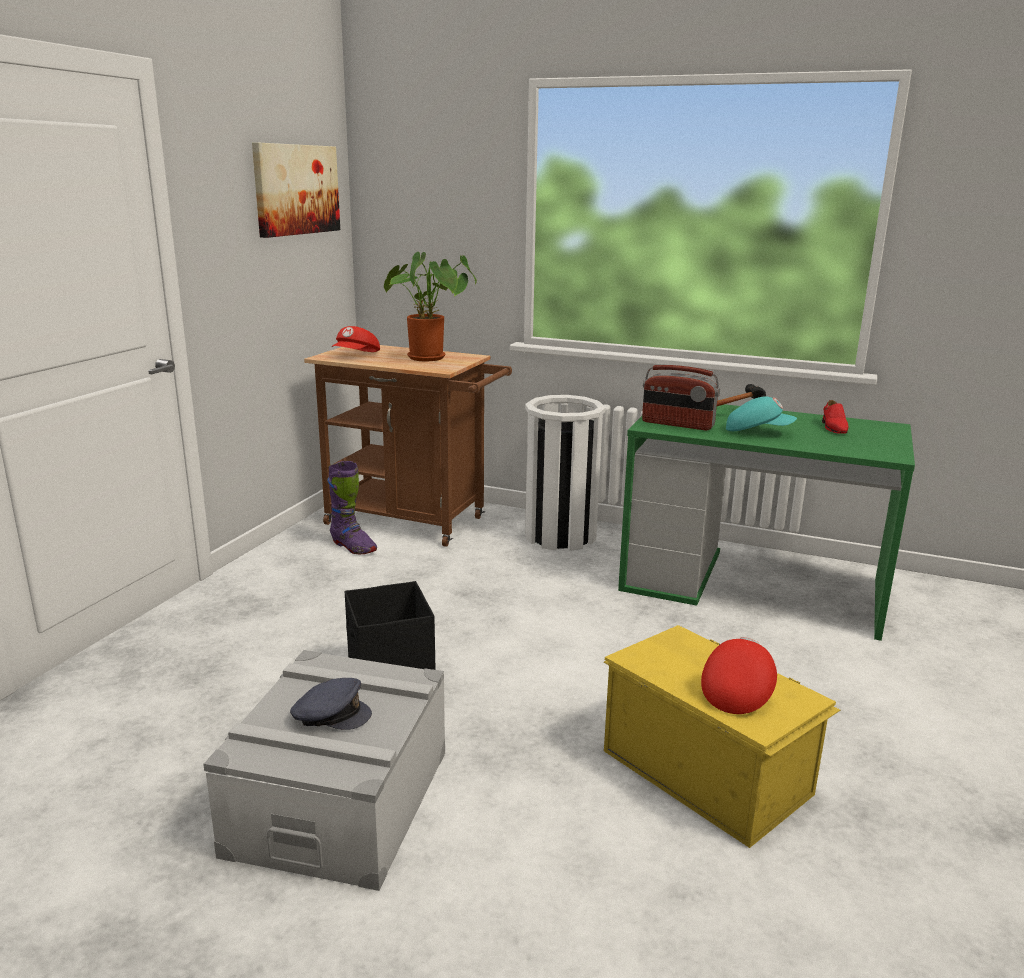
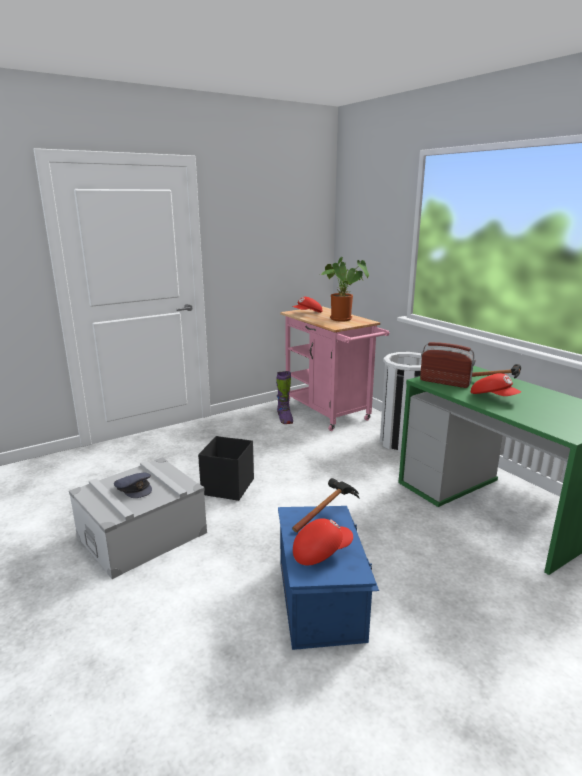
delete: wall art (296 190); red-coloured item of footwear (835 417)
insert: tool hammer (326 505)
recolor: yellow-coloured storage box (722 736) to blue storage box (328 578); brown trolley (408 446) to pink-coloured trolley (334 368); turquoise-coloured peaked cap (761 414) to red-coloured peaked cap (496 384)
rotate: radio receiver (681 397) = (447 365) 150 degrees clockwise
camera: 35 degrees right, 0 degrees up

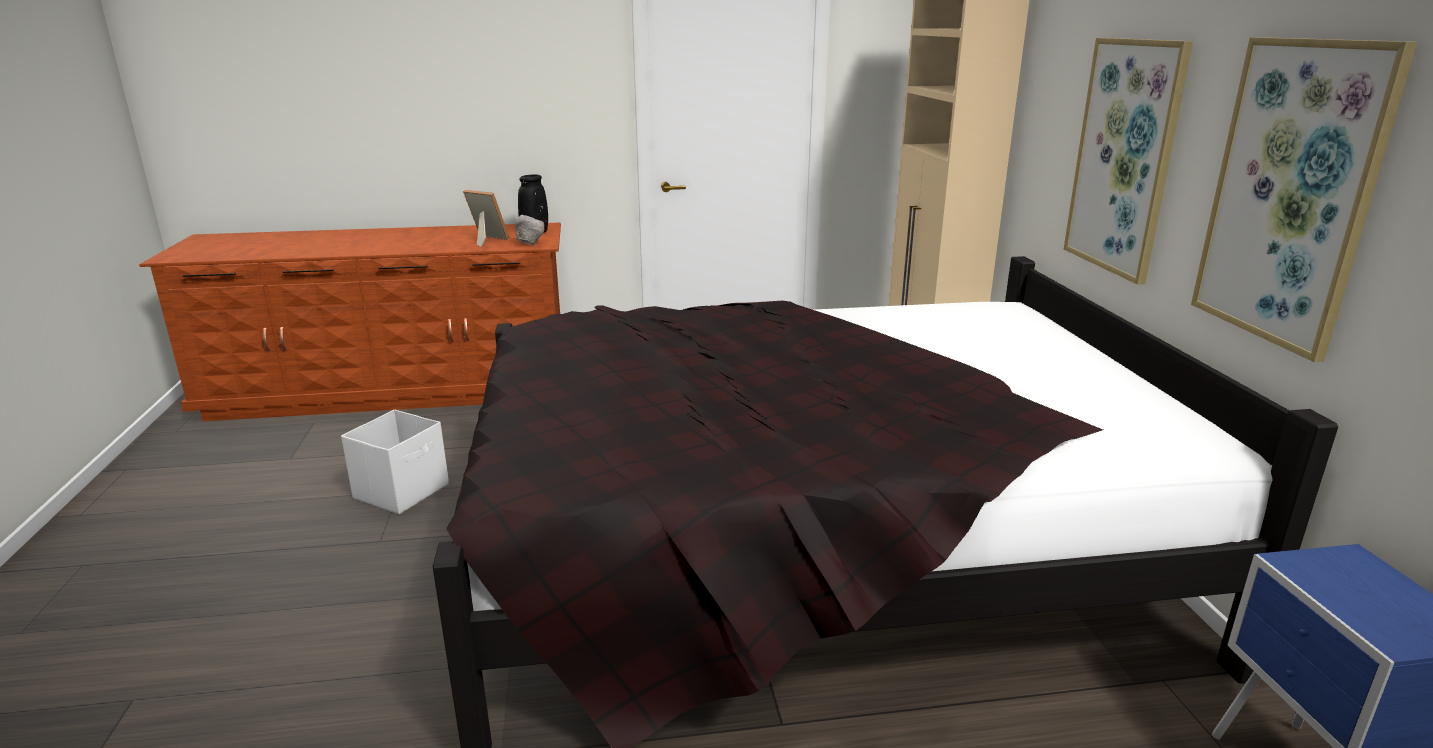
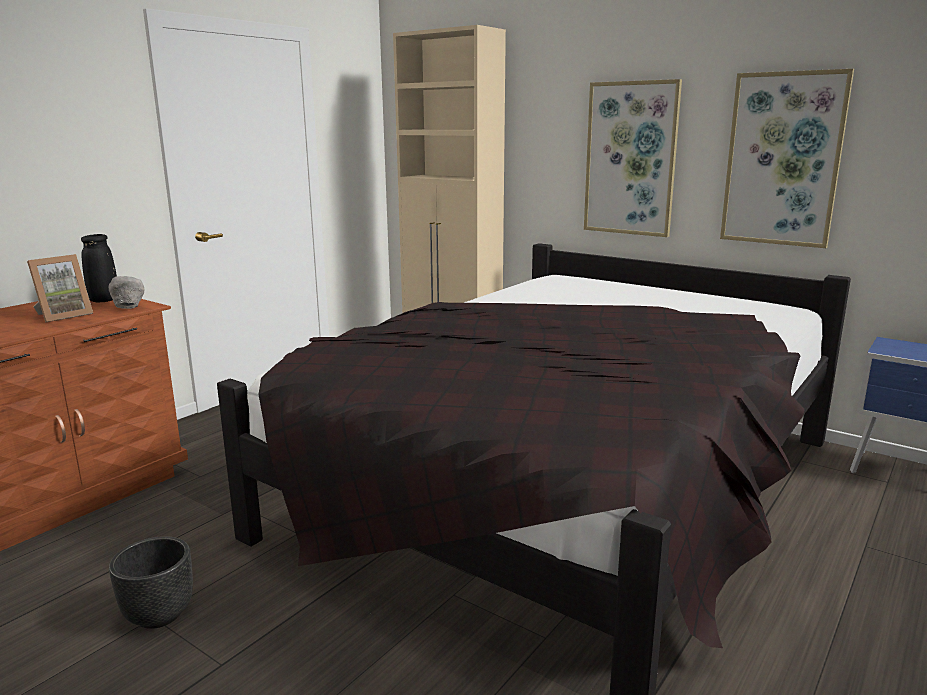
replace: white storage box (395 462) to black-coloured flower pot (151 582)
rotate: photo frame (486 218) = (60 288) 150 degrees clockwise
camera: 45 degrees left, 5 degrees down

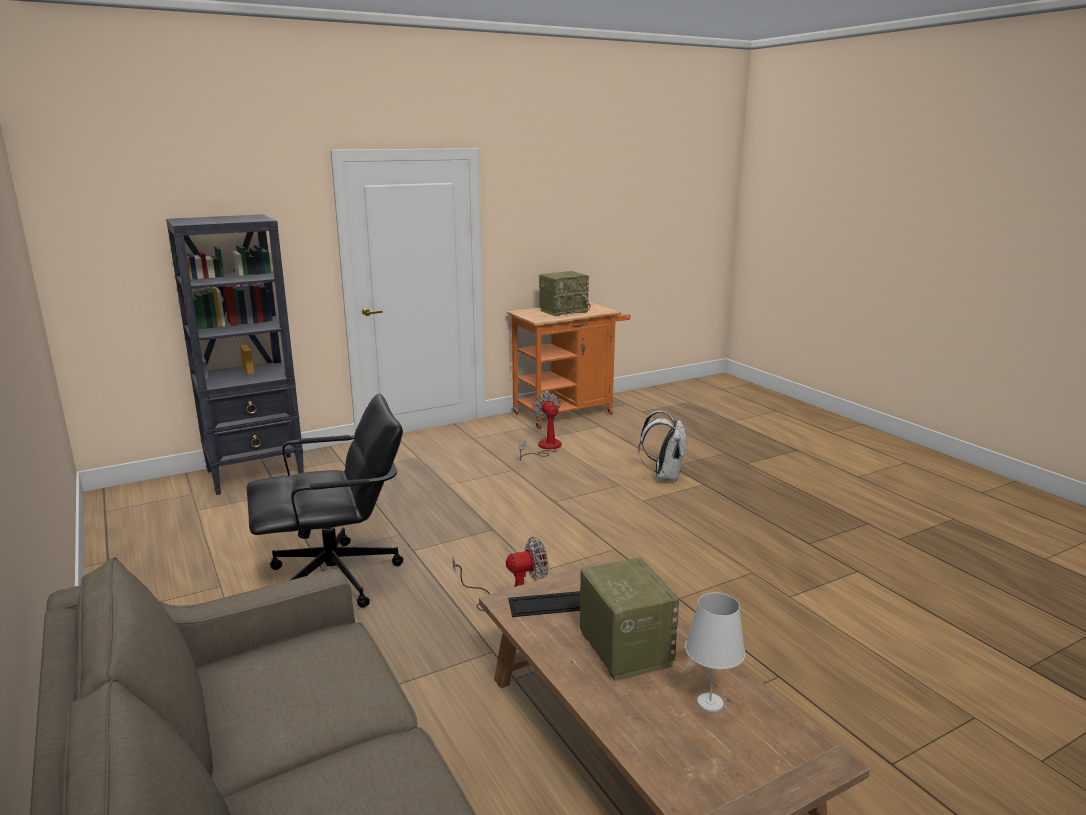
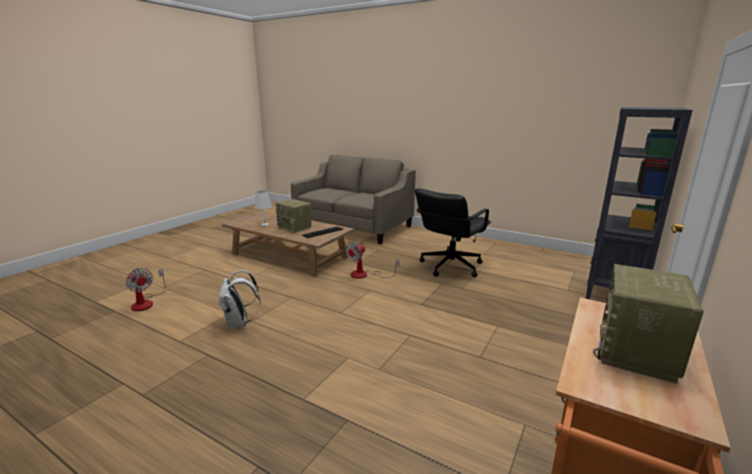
move: electric fan (540 426) to (146 289); white rucksack (662 446) to (240 299)
camera: 150 degrees right, 0 degrees up

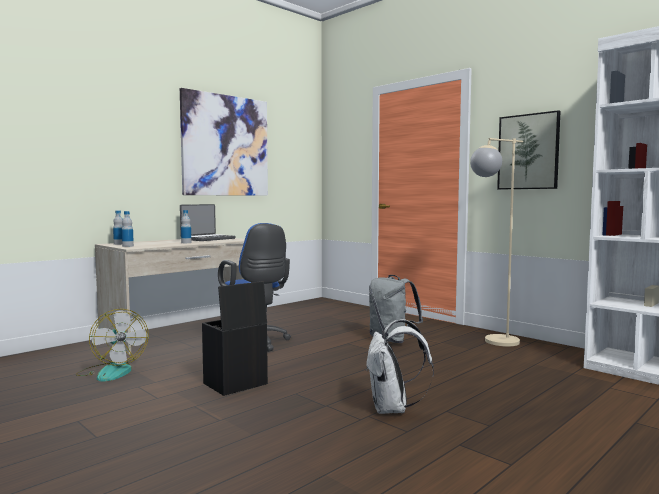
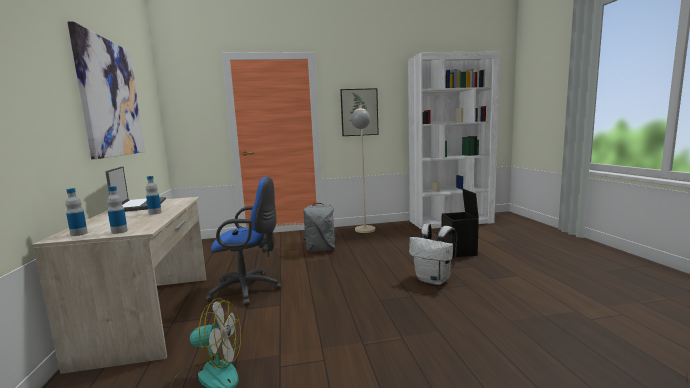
move: black-coloured storage box (235 338) to (460 223)
camera: 55 degrees left, 5 degrees up

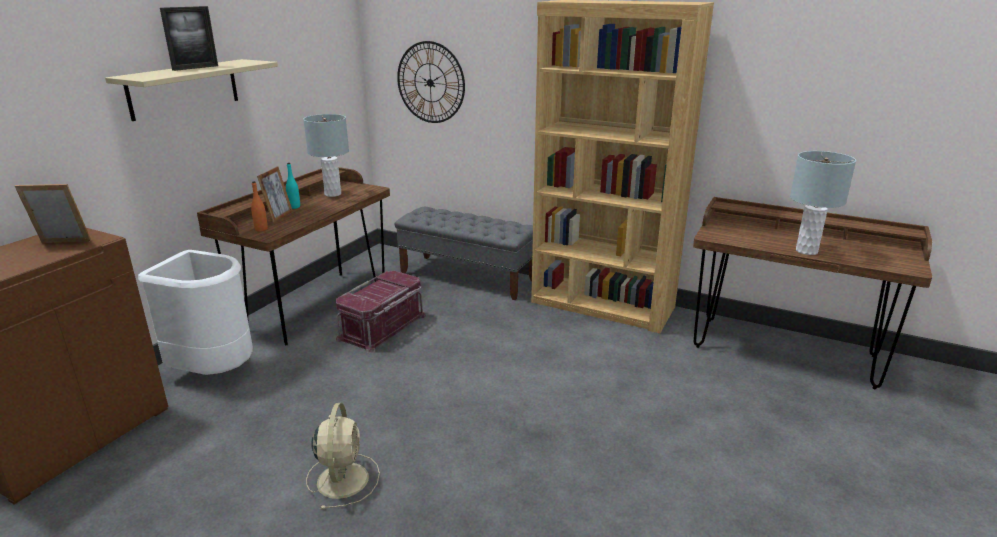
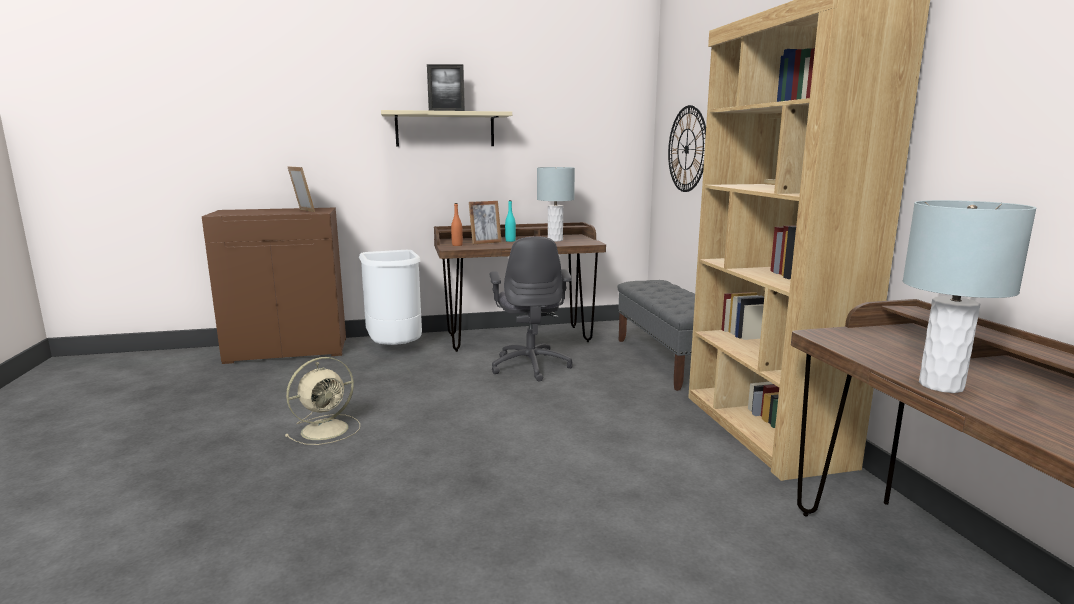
replace: red-coloured storage box (381 312) to gray office chair (531 309)
camera: 50 degrees right, 10 degrees down

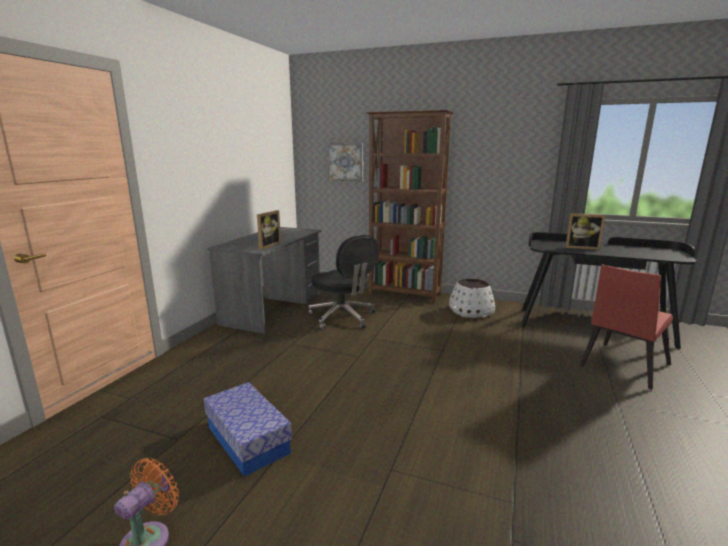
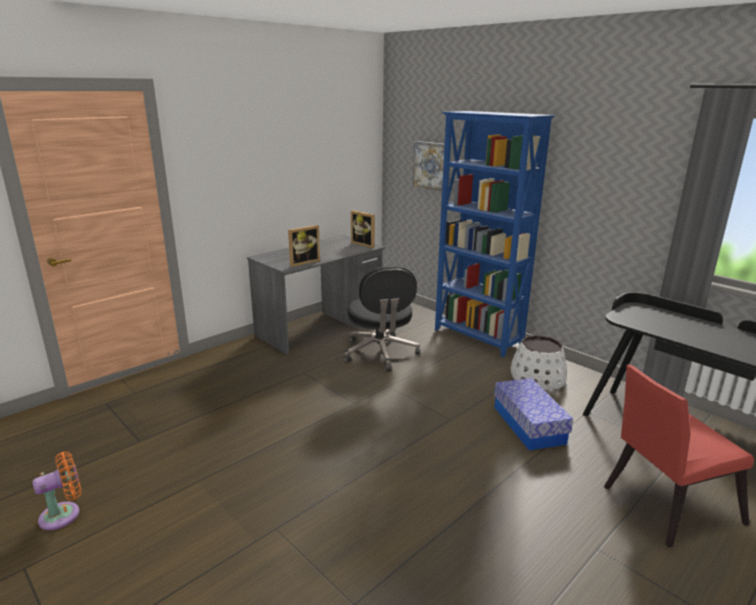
move: photo frame (585 231) to (363 229); storage box (248 429) to (533 414)
recolor: brown bookshelf (410 206) to blue bookshelf (495 234)
camera: 25 degrees right, 5 degrees up

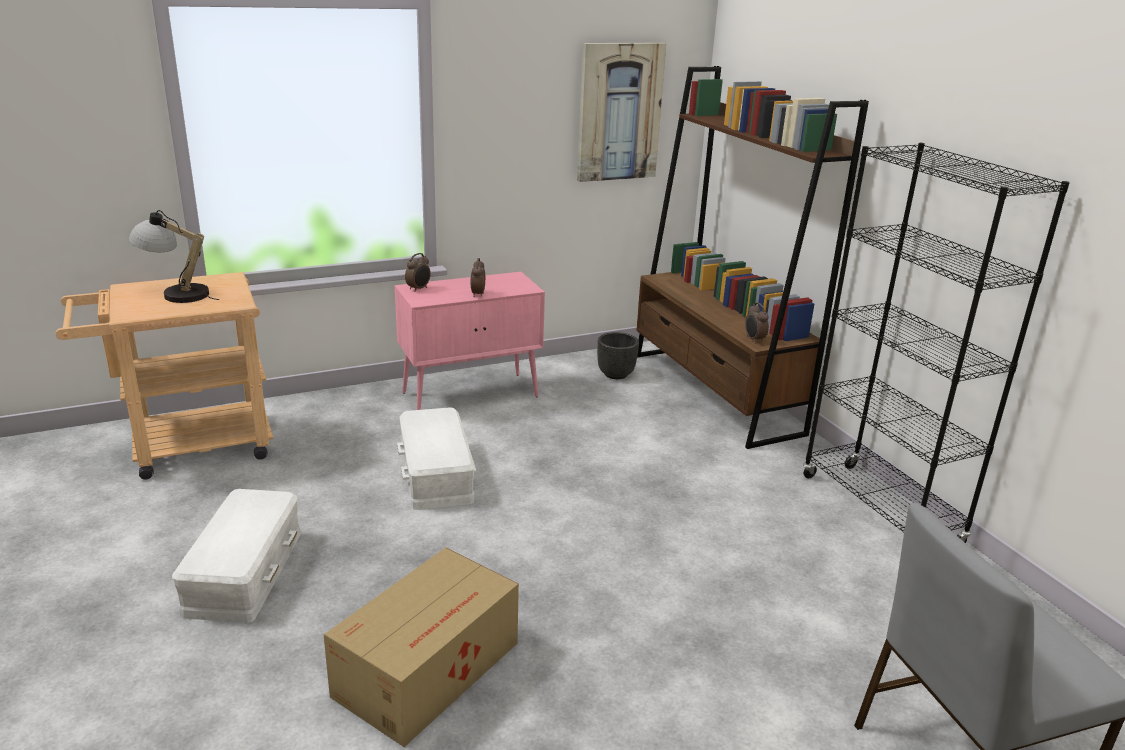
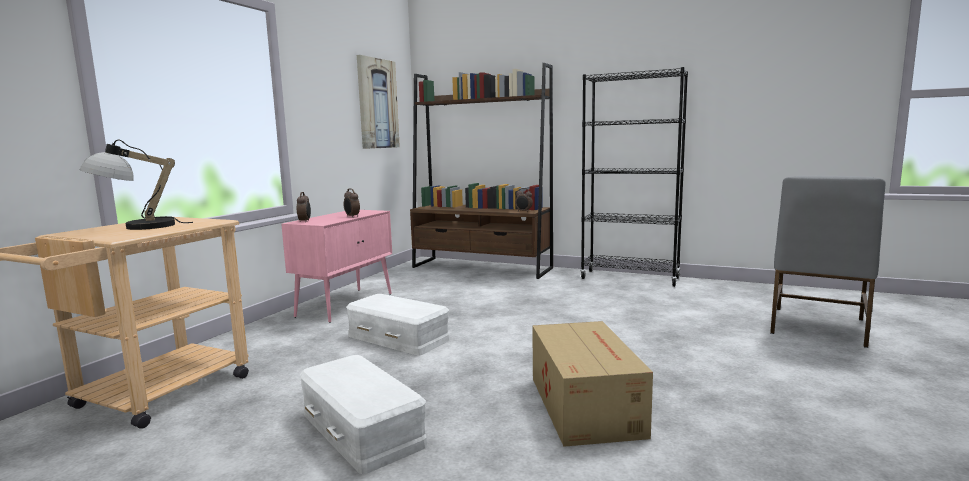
delete: black-coloured flower pot (618 355)
camera: 40 degrees left, 15 degrees down

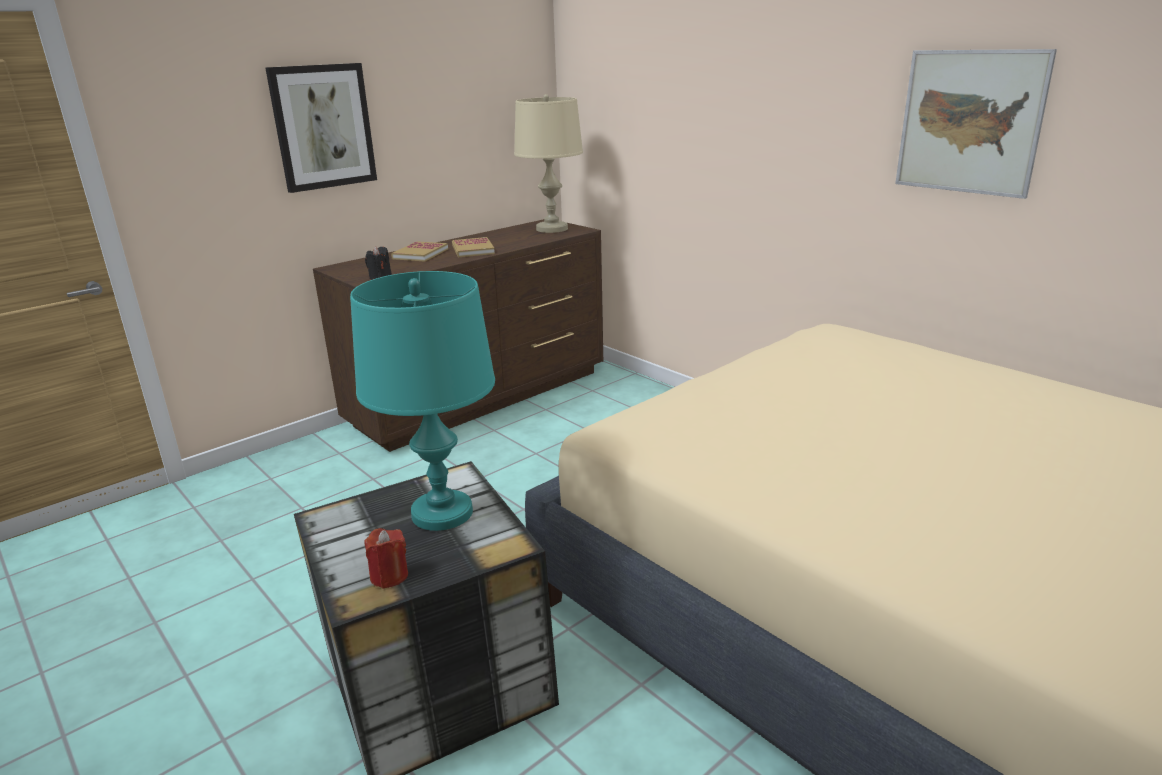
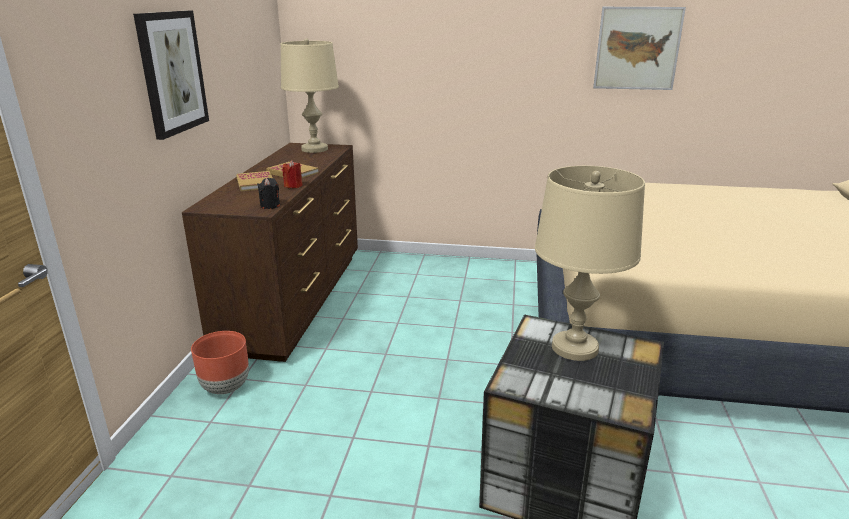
insert: brown flower pot (220 362)
move: red-coloured candle (386 558) to (292 174)
recolor: turquoise-coloured tabletop lamp (422 401) to beige-coloured tabletop lamp (590 263)
camera: 40 degrees left, 0 degrees up

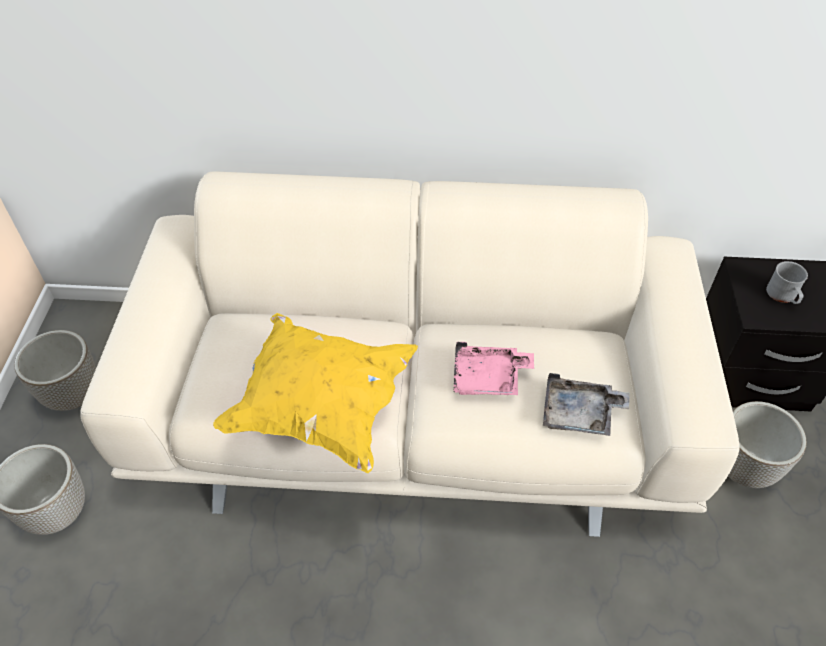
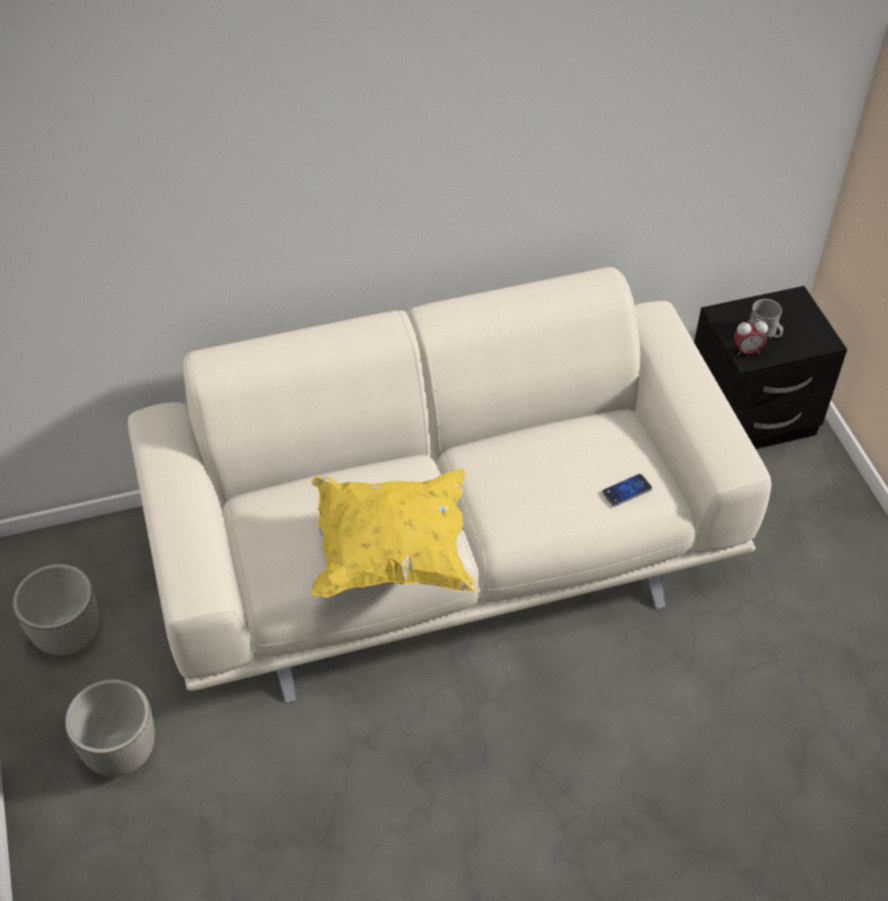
delete: pink-coloured carrying tray (493 368); flower pot (767 444)
insert: alarm clock (751 337)
replace: gray carrying tray (586 404) to telephone (627 490)
camera: 20 degrees left, 0 degrees up

